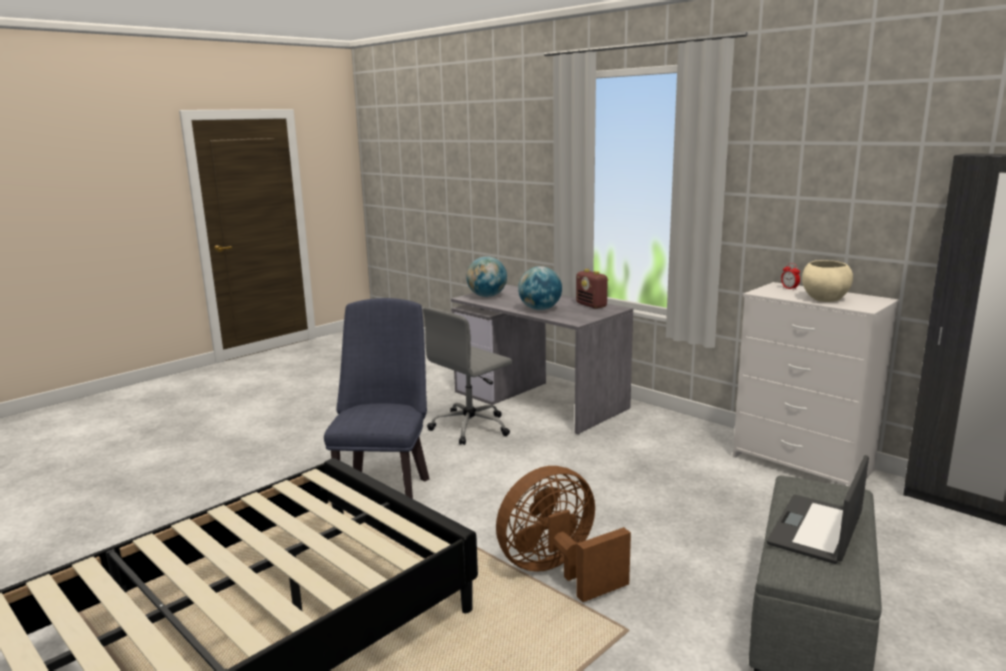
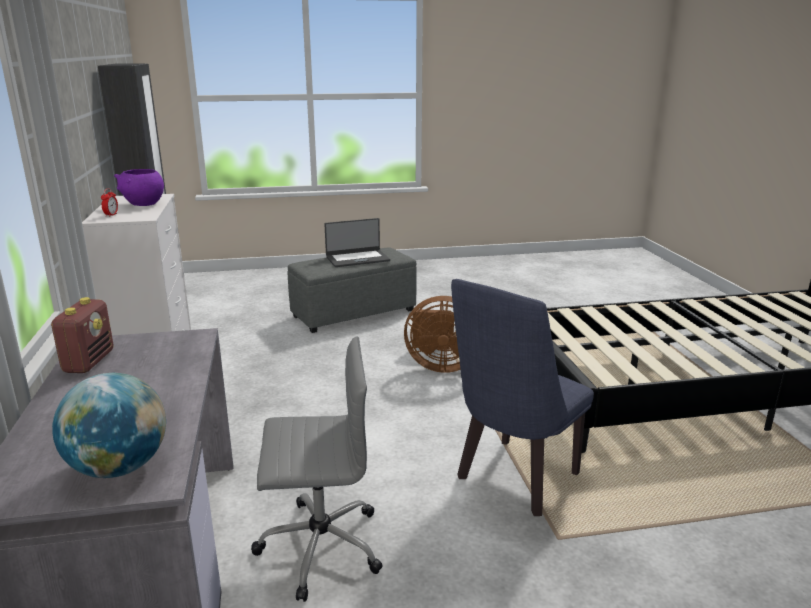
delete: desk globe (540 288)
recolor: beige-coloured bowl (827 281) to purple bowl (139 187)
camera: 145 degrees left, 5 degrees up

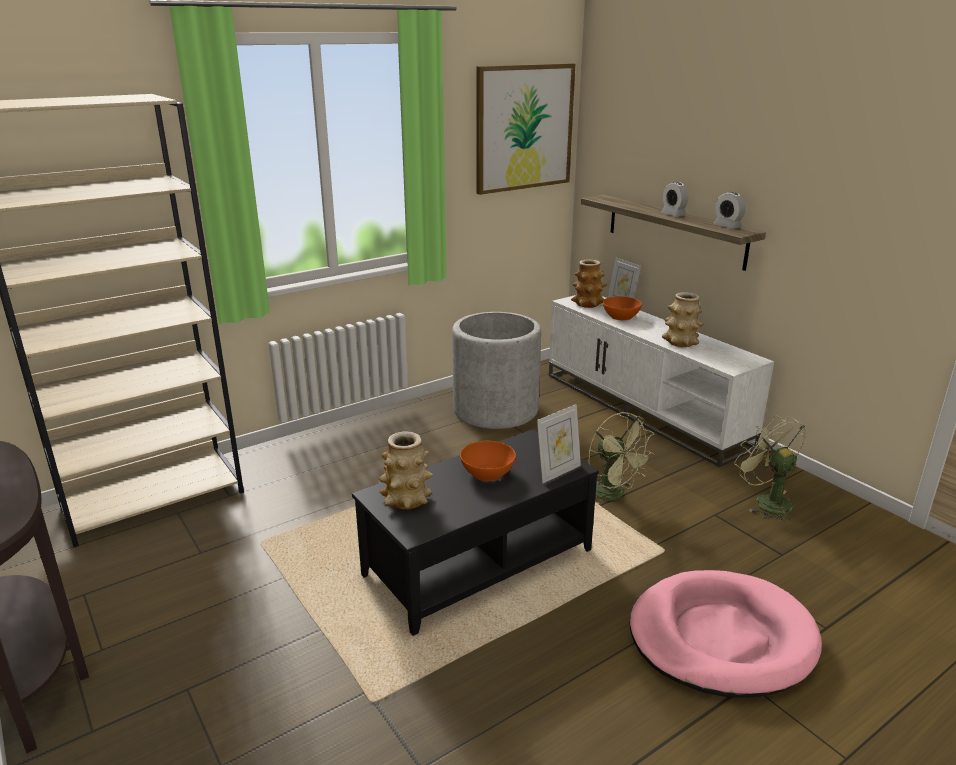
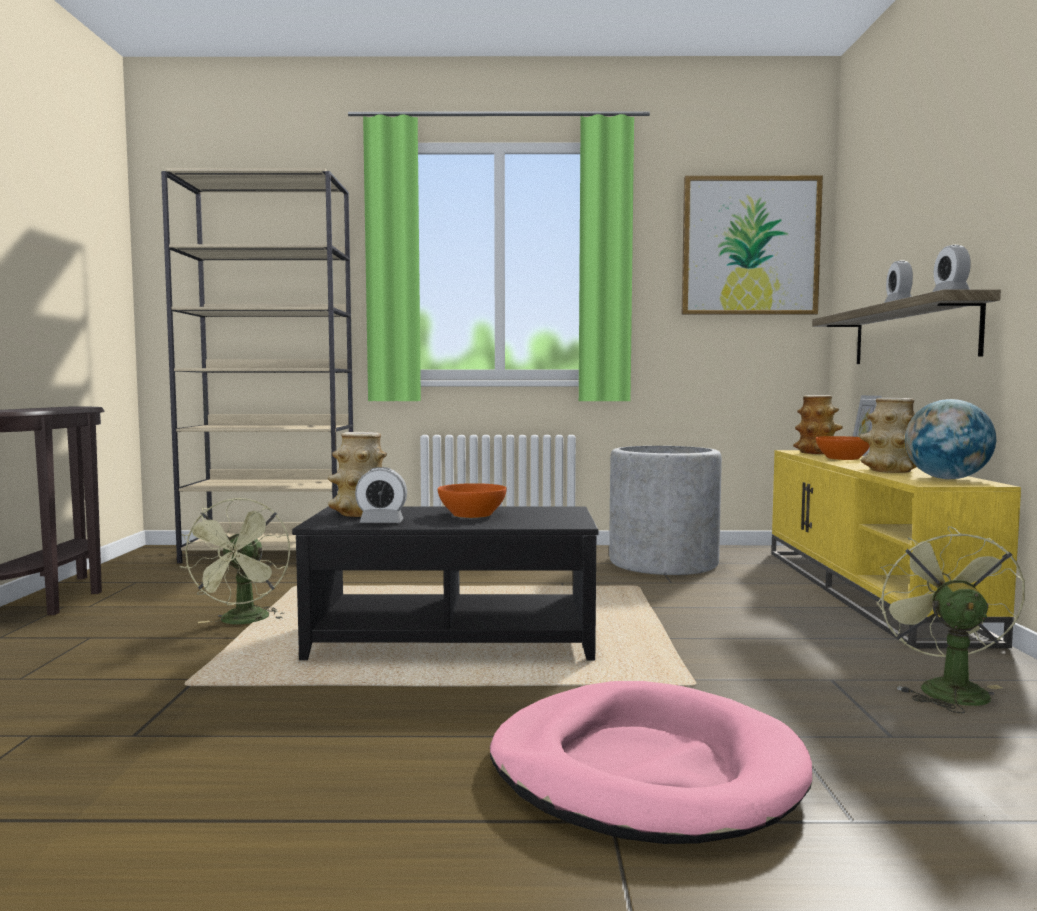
delete: photo frame (559 443)
insert: alarm clock (381 495); desk globe (950 439)
move: green electric fan (621 458) to (235 561)
recolor: white media console (661 381) to yellow-coloured media console (896 549)
camera: 35 degrees right, 20 degrees down

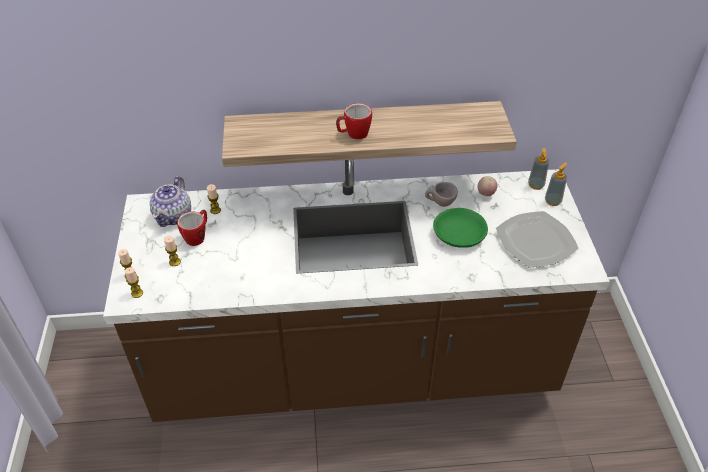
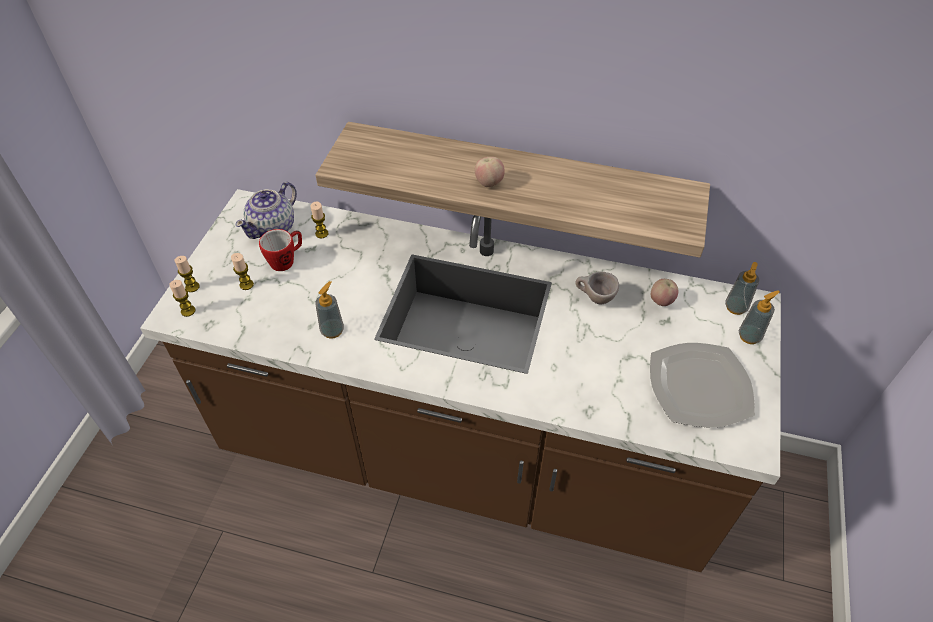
delete: green bowl (460 228)
insert: liquid soap bottle (329 310)
replace: tea mug (354 121) to apple (490 172)
camera: 20 degrees right, 5 degrees up

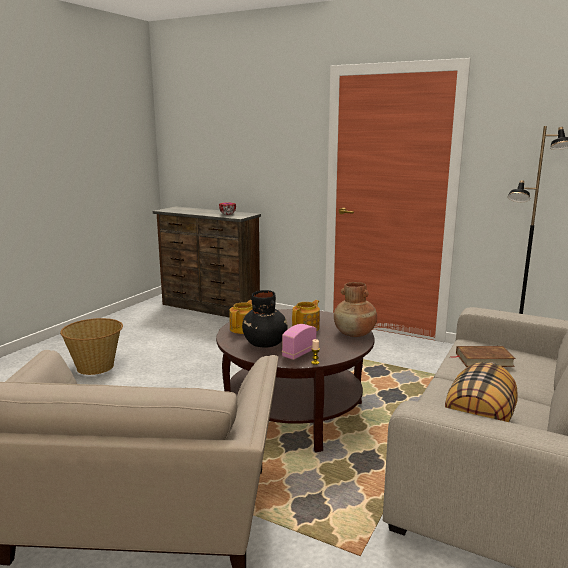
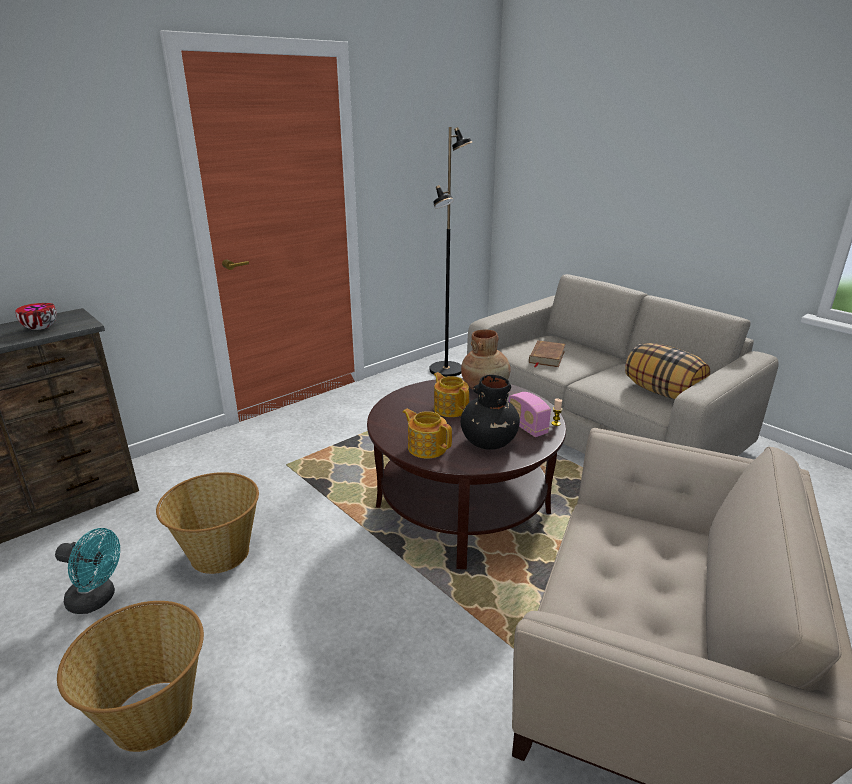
insert: turquoise-coloured electric fan (87 571); household basket (207 523)
camera: 70 degrees left, 10 degrees up

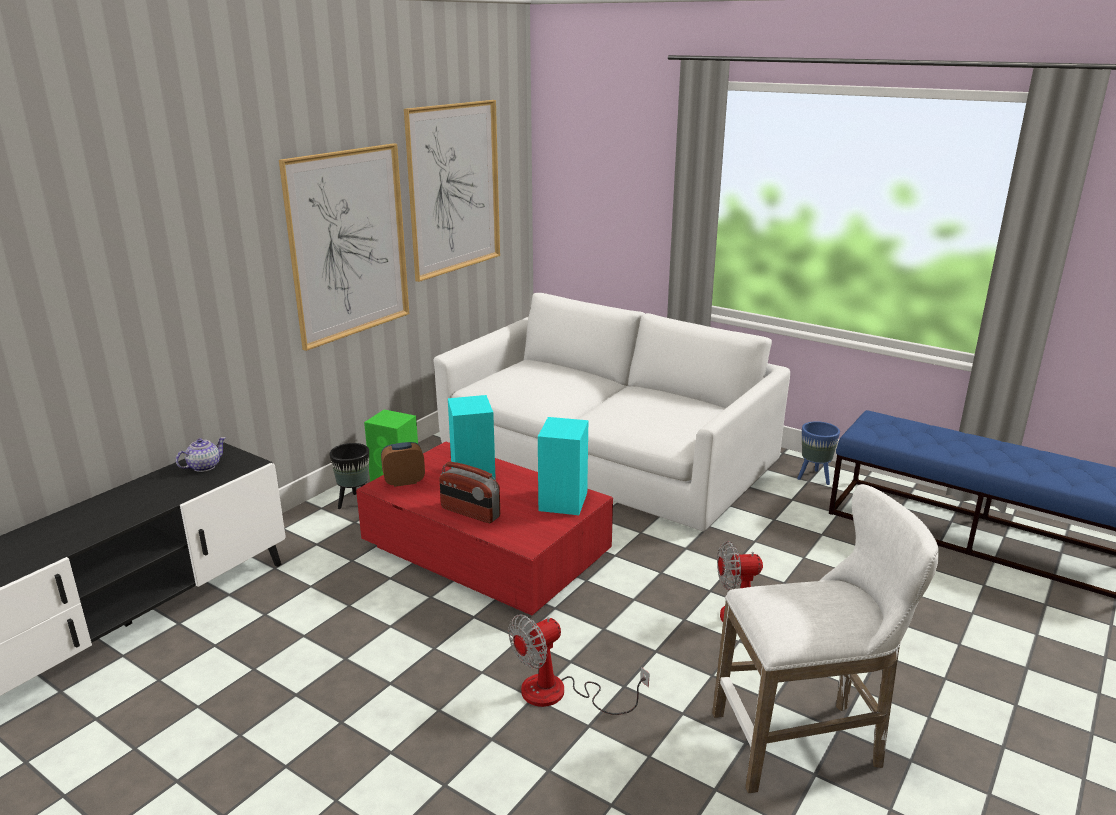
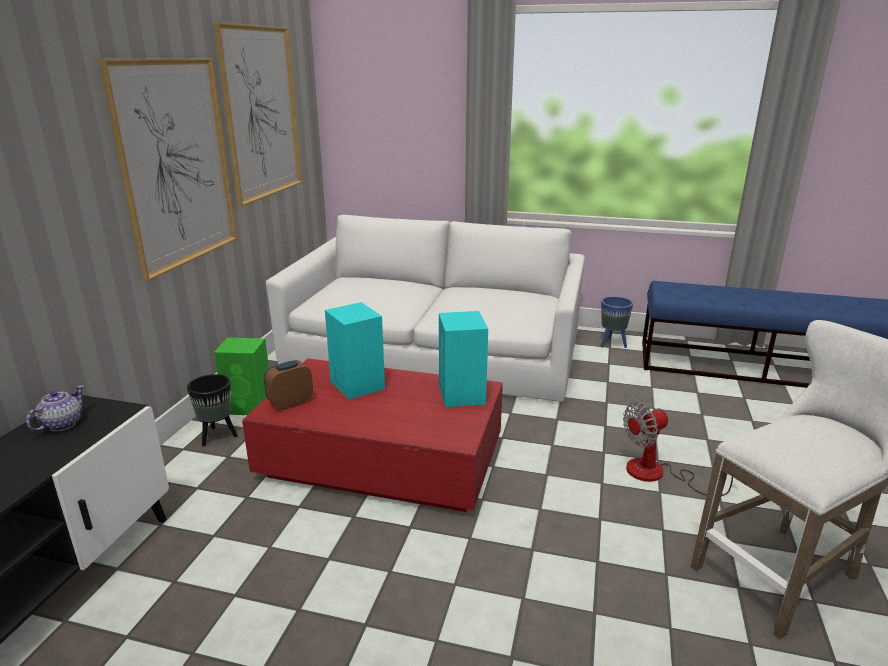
delete: radio receiver (469 492); electric fan (579 665)
camera: 20 degrees left, 0 degrees up

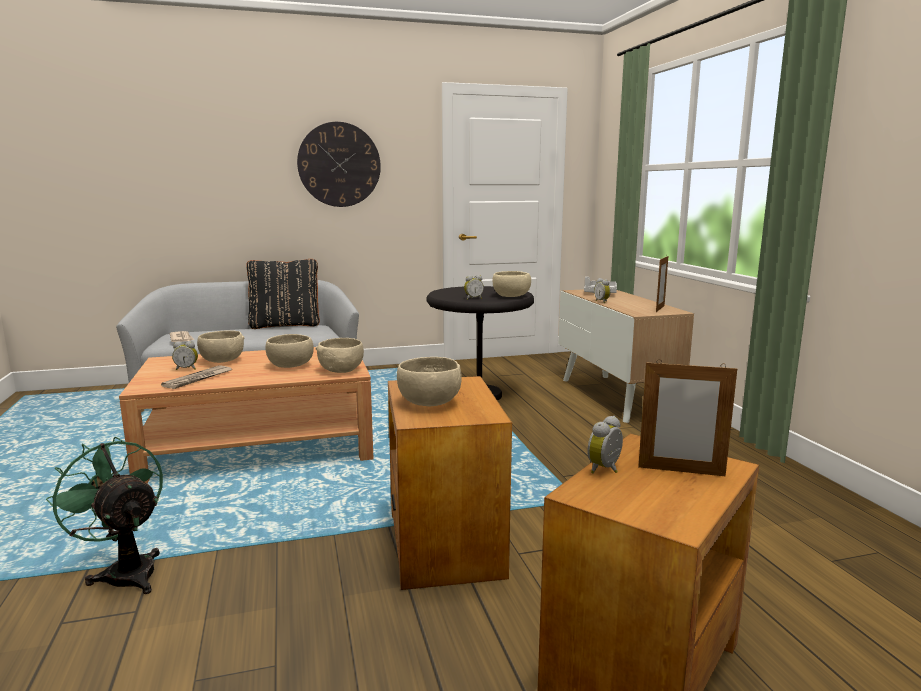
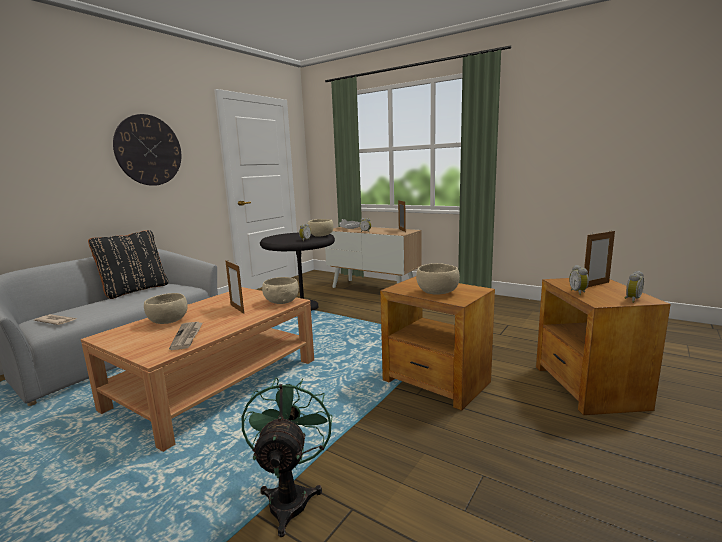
move: alarm clock (185 355) to (634 287)
replace: beige-coloured bowl (289 351) to photo frame (234 287)
rotate: green electric fan (104 515) = (287 457) 90 degrees clockwise
camera: 40 degrees left, 0 degrees up

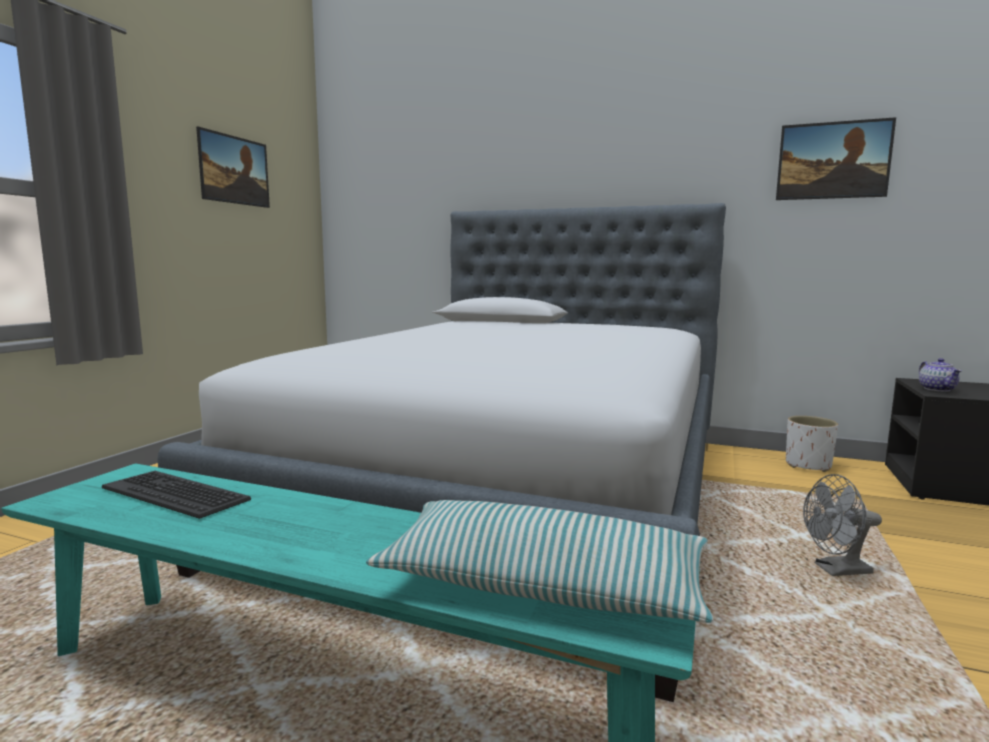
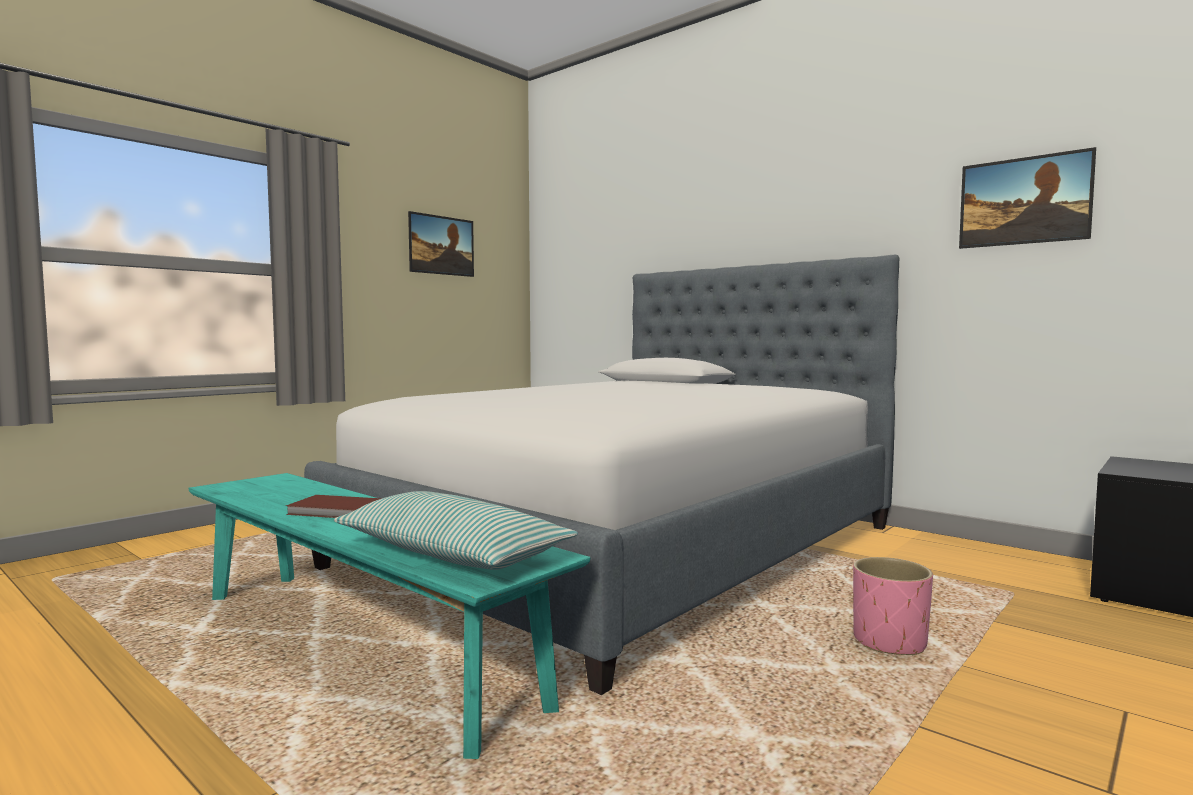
delete: computer keyboard (176 495); white flower pot (812 444); teapot (940 375)
insert: brown volume (334 506)
replace: gray electric fan (842 525) to pink-coloured flower pot (893 606)
camera: 20 degrees right, 5 degrees down

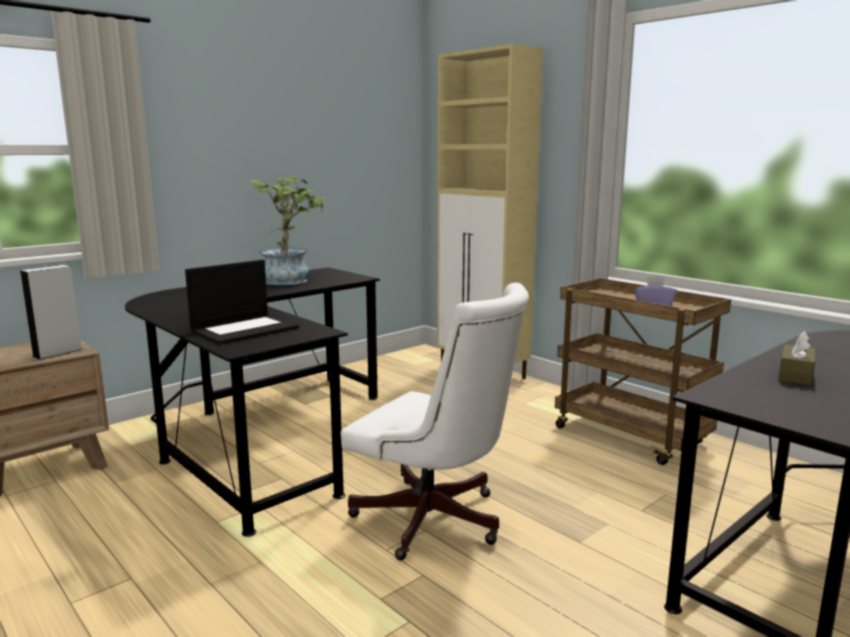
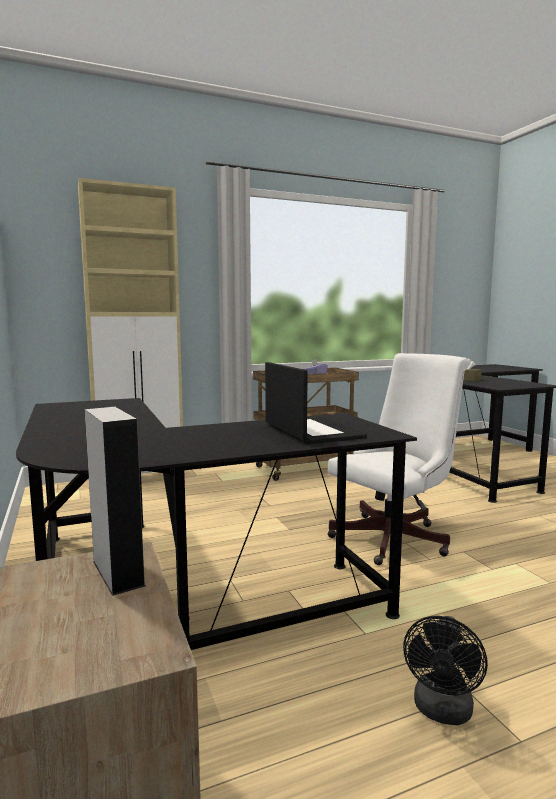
delete: plant in a pot (287 230)
insert: black-coloured electric fan (445 670)
camera: 70 degrees left, 5 degrees down

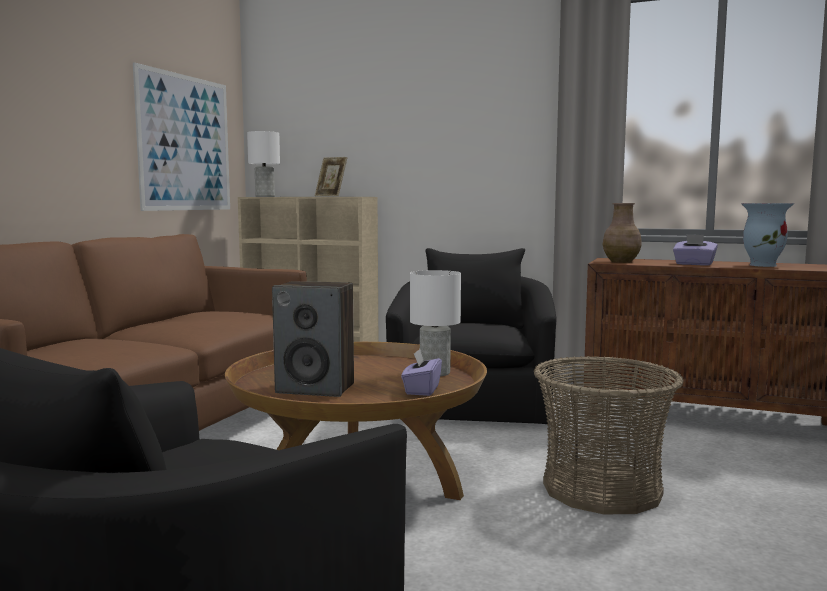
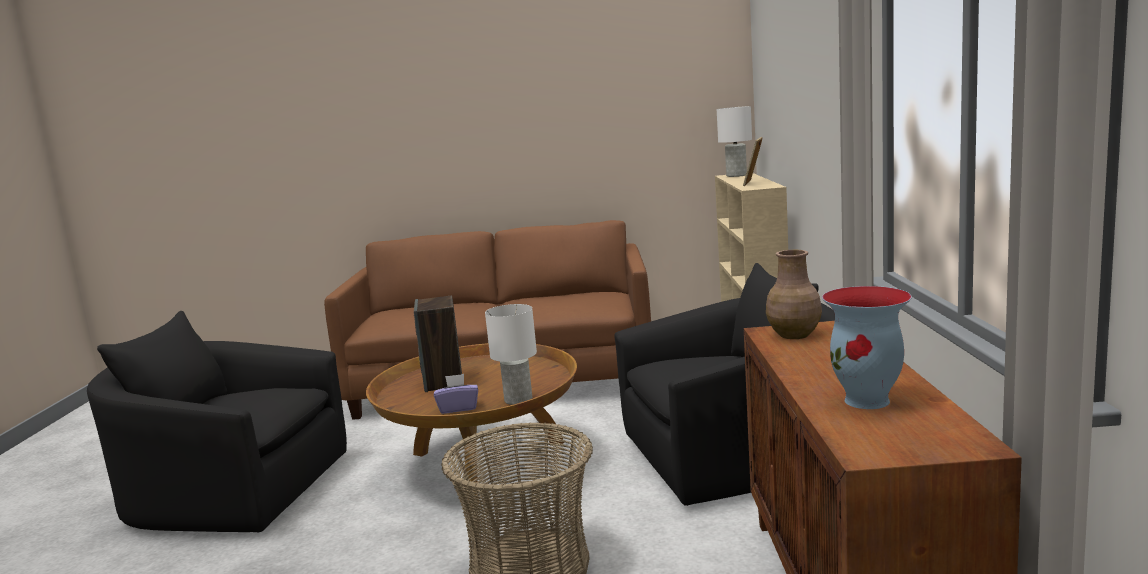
delete: wall art (181 136); purple box of tissues (695 250)
camera: 70 degrees right, 5 degrees up

